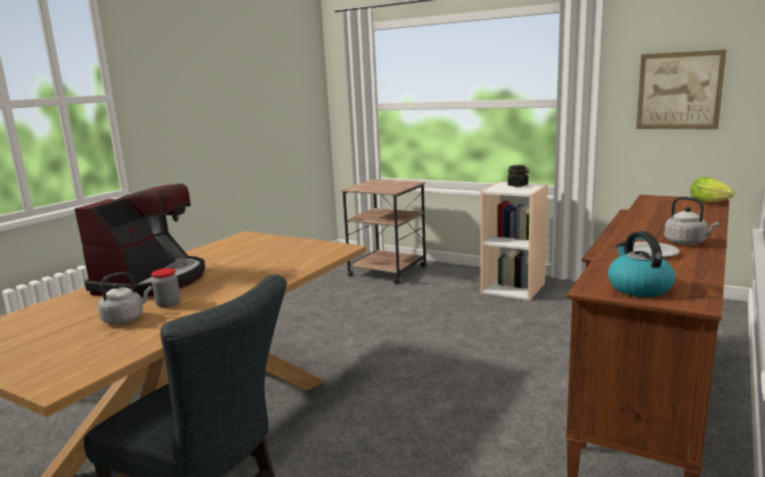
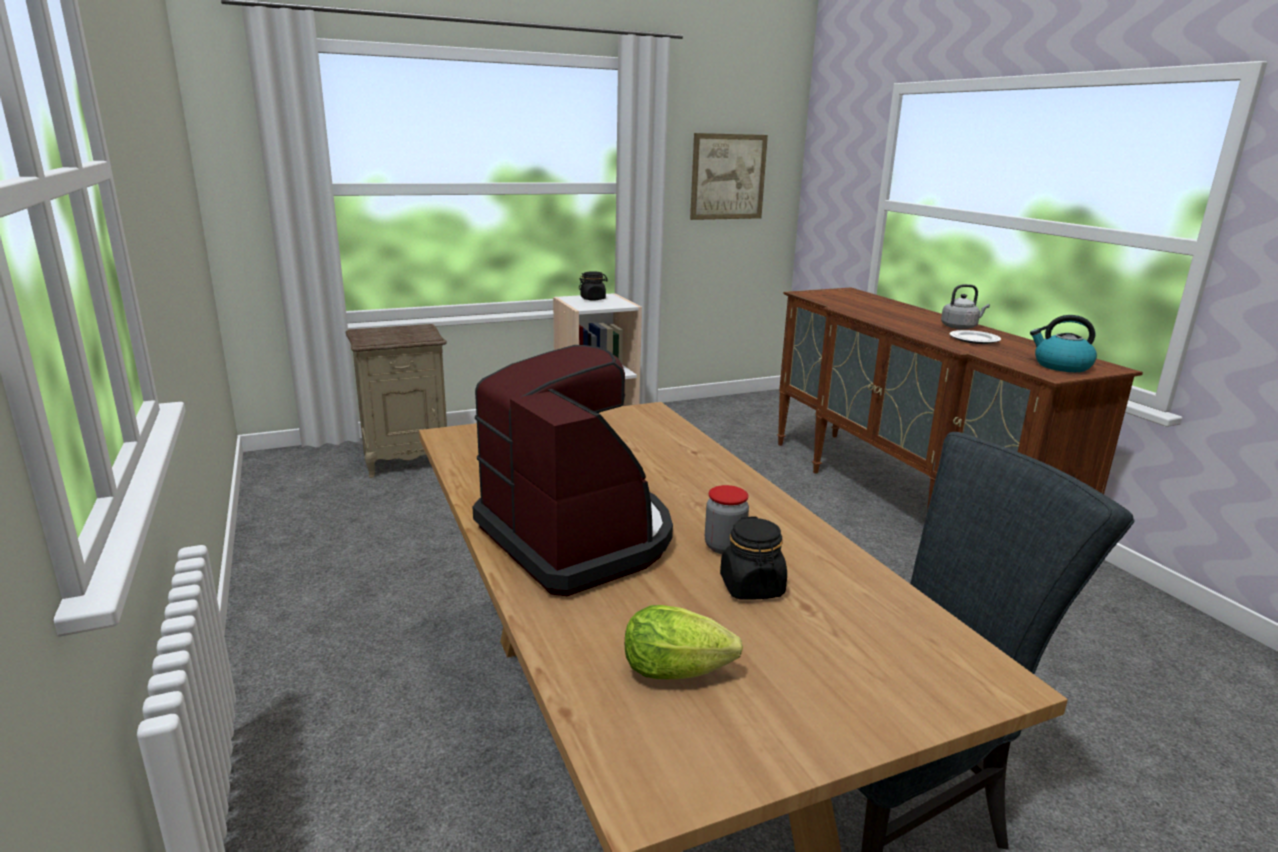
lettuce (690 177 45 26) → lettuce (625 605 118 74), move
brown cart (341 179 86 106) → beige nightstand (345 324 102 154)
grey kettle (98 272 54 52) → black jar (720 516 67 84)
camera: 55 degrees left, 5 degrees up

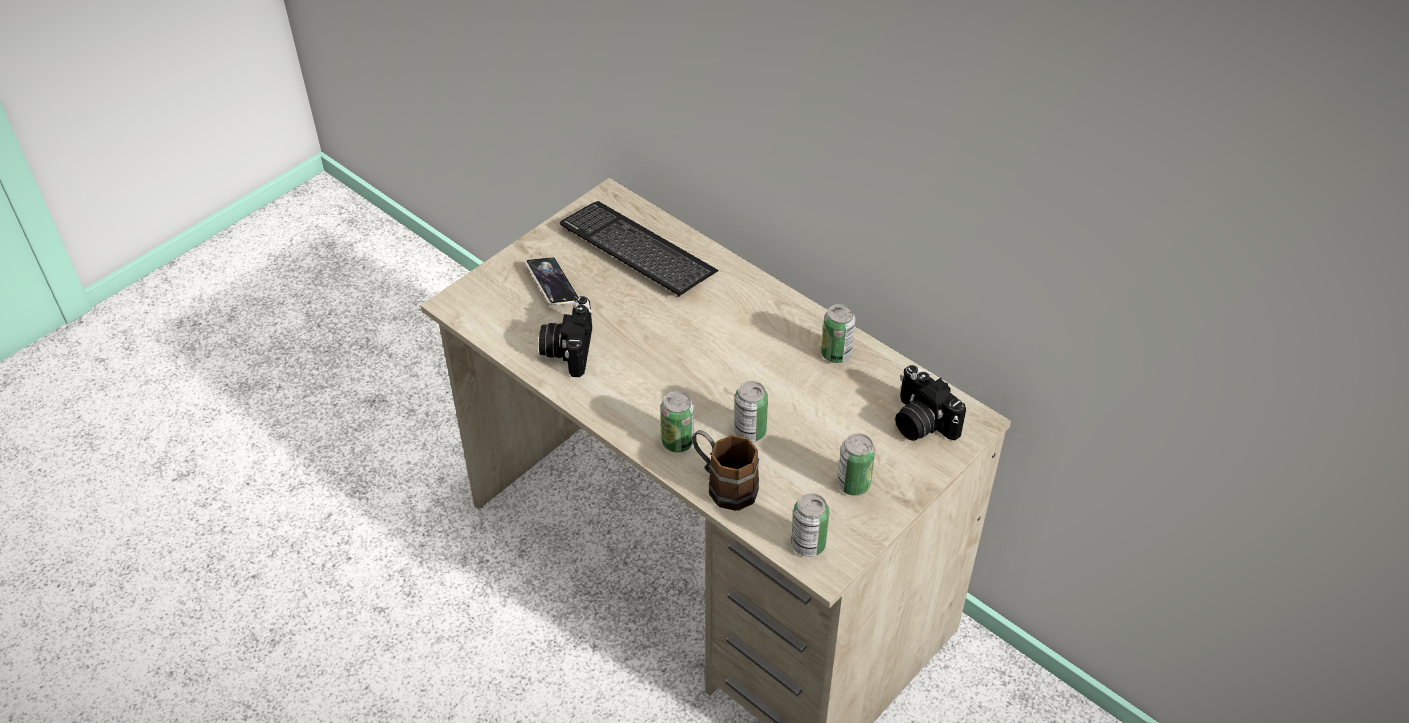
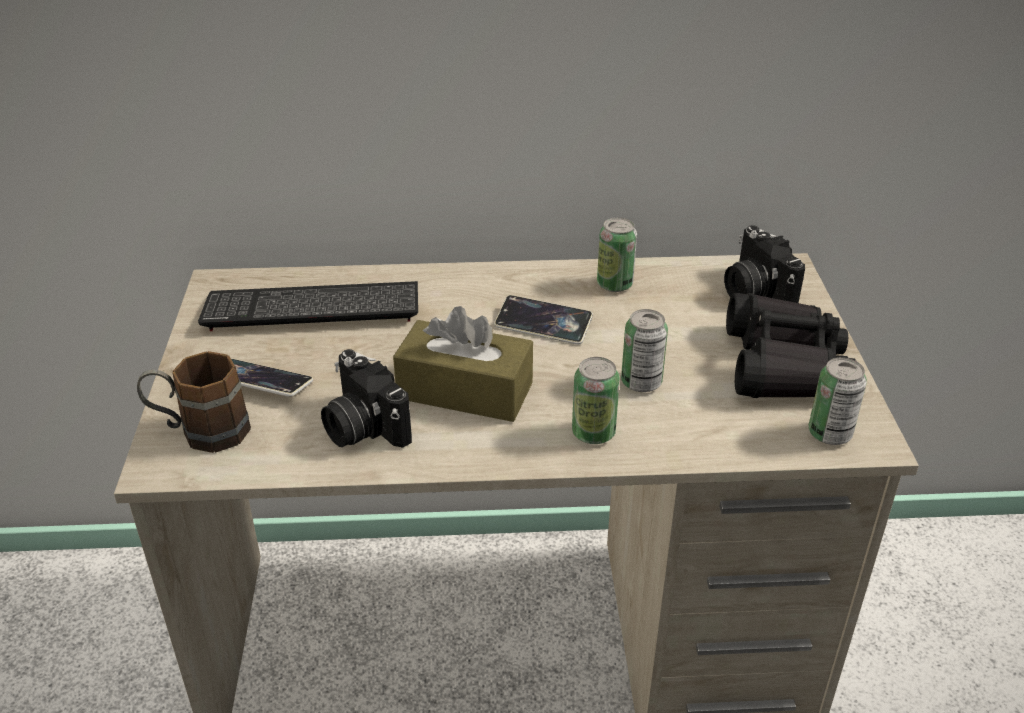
photo camera (895 365 71 76) → photo camera (724 225 81 78), 60 degrees clockwise
brown mug (693 430 66 81) → brown mug (137 351 114 102), move
can (837 433 38 63) → black binoculars (726 293 130 105)
- → phone (494 295 99 50)
- → brown tissue box (393 306 140 116)
camera: 45 degrees left, 10 degrees down

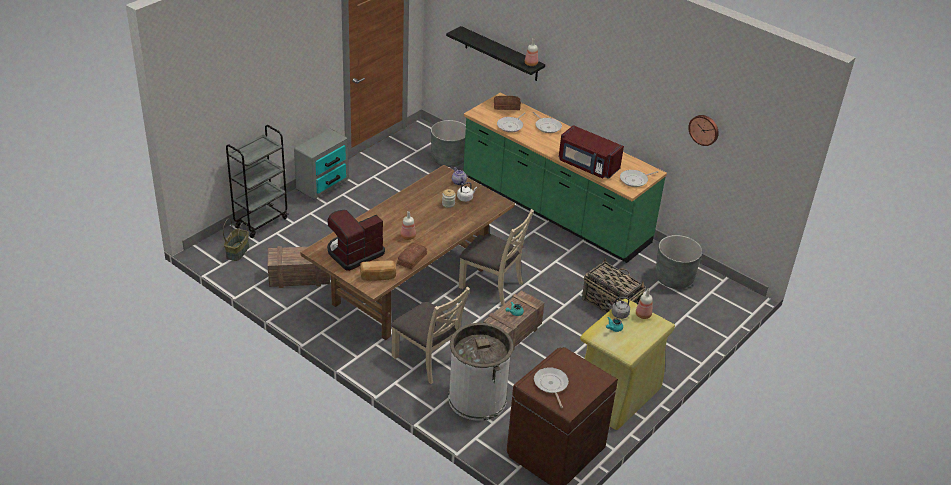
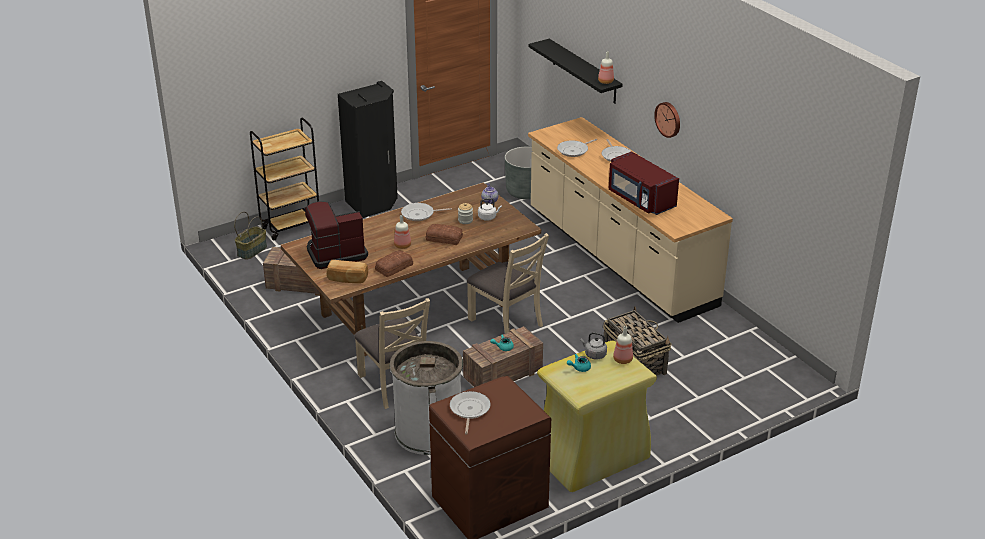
green counter (463 93 204 170) → beige counter (528 117 205 206)
bread (494 96 27 14) → bread (426 224 37 21), move
wall clock (688 115 31 31) → wall clock (654 102 26 36), move
grey cart (226 125 62 113) → brown cart (250 118 69 122)
grey nightstand (294 129 55 71) → black cabinet (338 81 60 137)
frying pan (620 170 38 17) → frying pan (401 203 51 18), move
grey planter (655 235 47 54) → -
camera: 20 degrees right, 5 degrees down

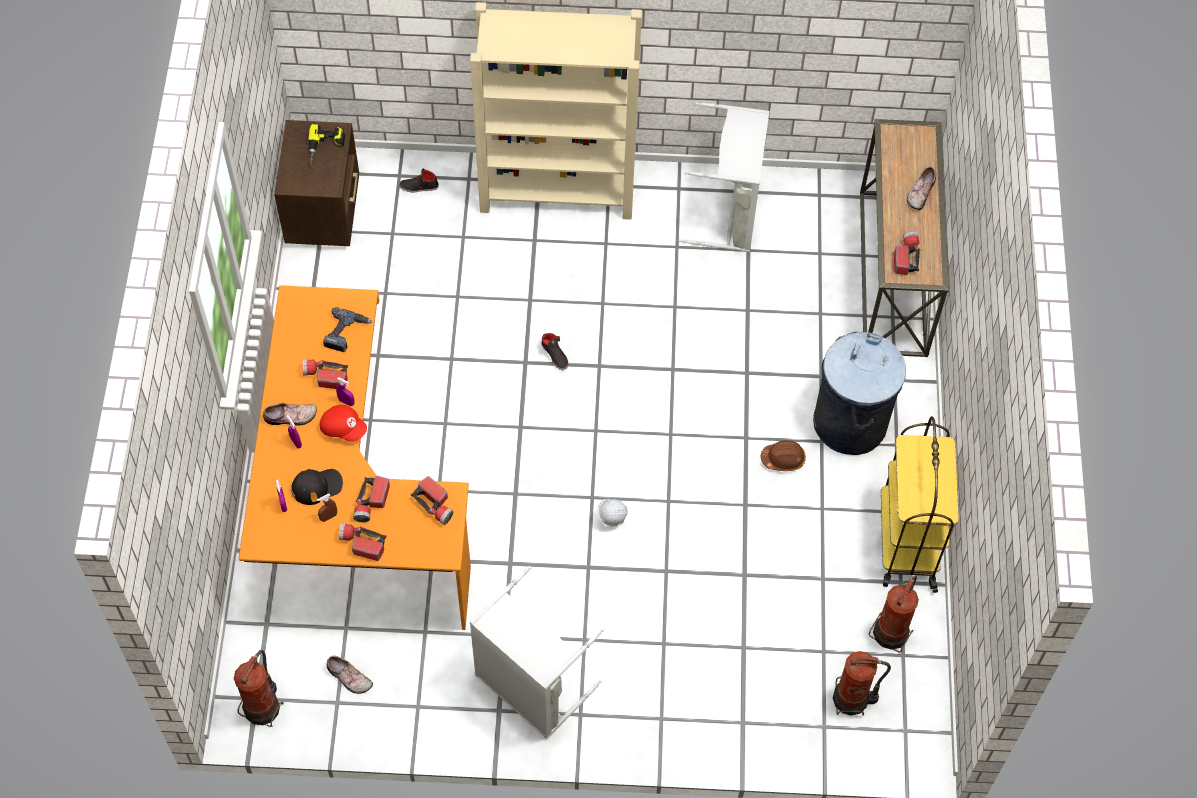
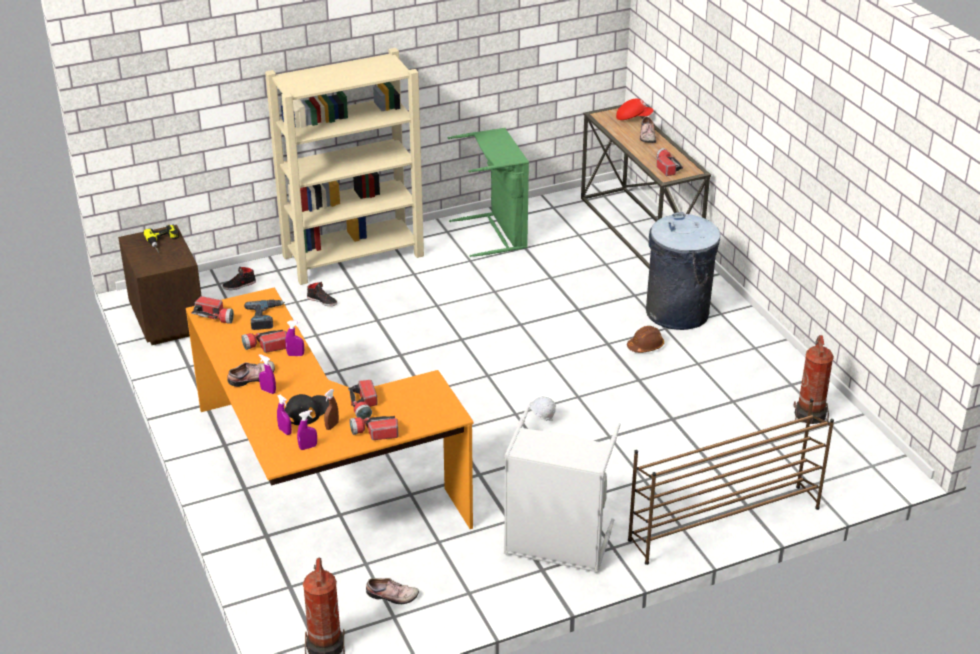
grey laundry basket (678 102 91 150) → green laundry basket (448 128 81 129)
black shoe (541 333 27 37) → black shoe (307 282 30 24), move
red cap (320 405 47 37) → red cap (616 98 38 22), move
yellow cart (881 416 78 177) → -
flashlight (411 476 42 49) → flashlight (191 296 43 28), move
fire extinguisher (833 651 58 65) → -
- → brown shoe rack (628 398 206 167)
- → purple spray bottle (297 410 20 40)
camera: 25 degrees left, 25 degrees down

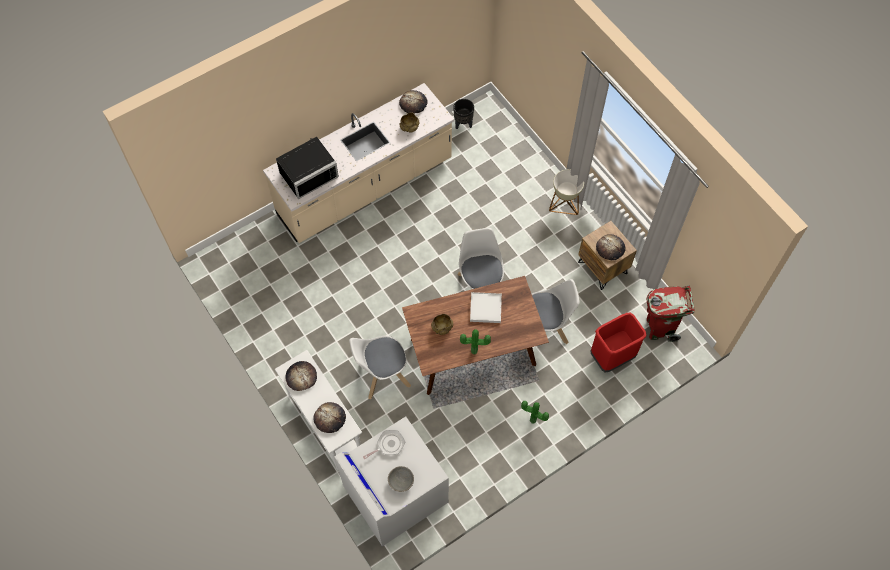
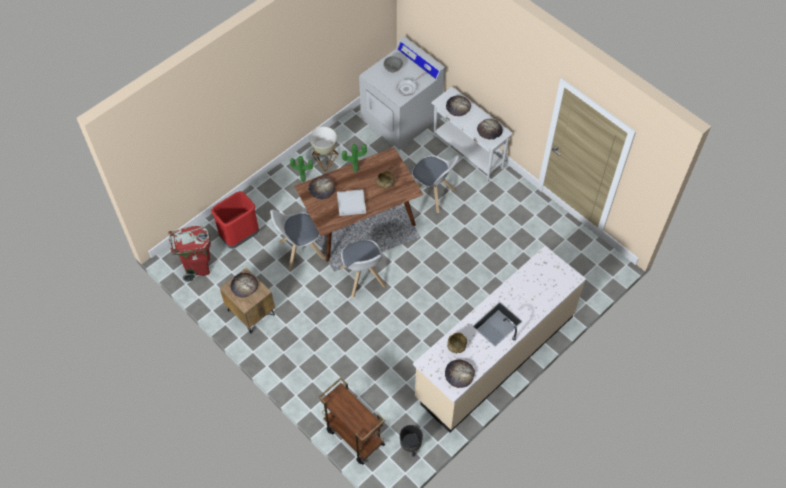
black microwave (276 137 63 62) → -
planter (549 169 35 46) → planter (310 127 28 44), move
chair (349 336 62 63) → chair (412 155 47 58), 60 degrees clockwise
- → bread (308 177 27 22)
- → brown cart (318 377 67 88)
camera: 170 degrees right, 5 degrees down

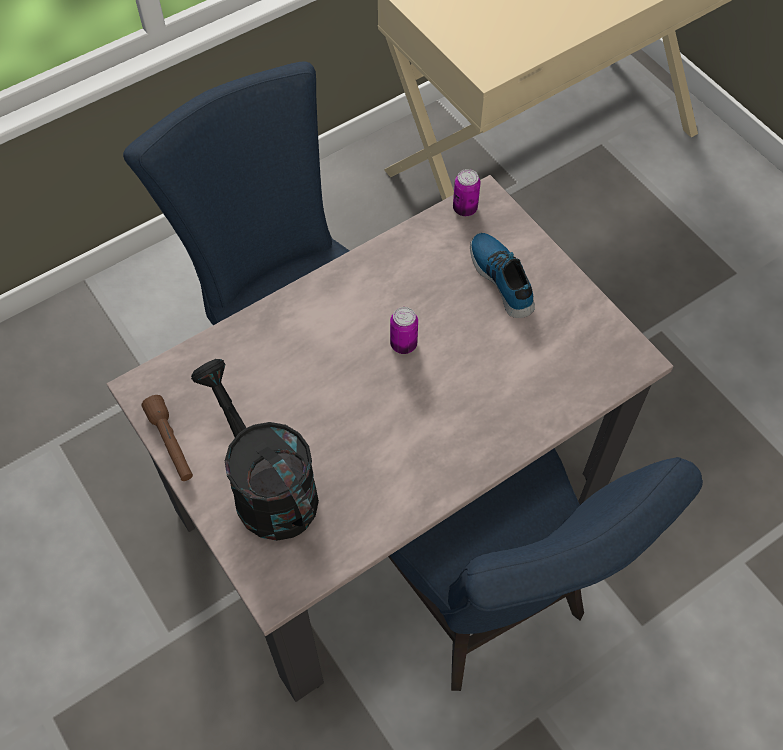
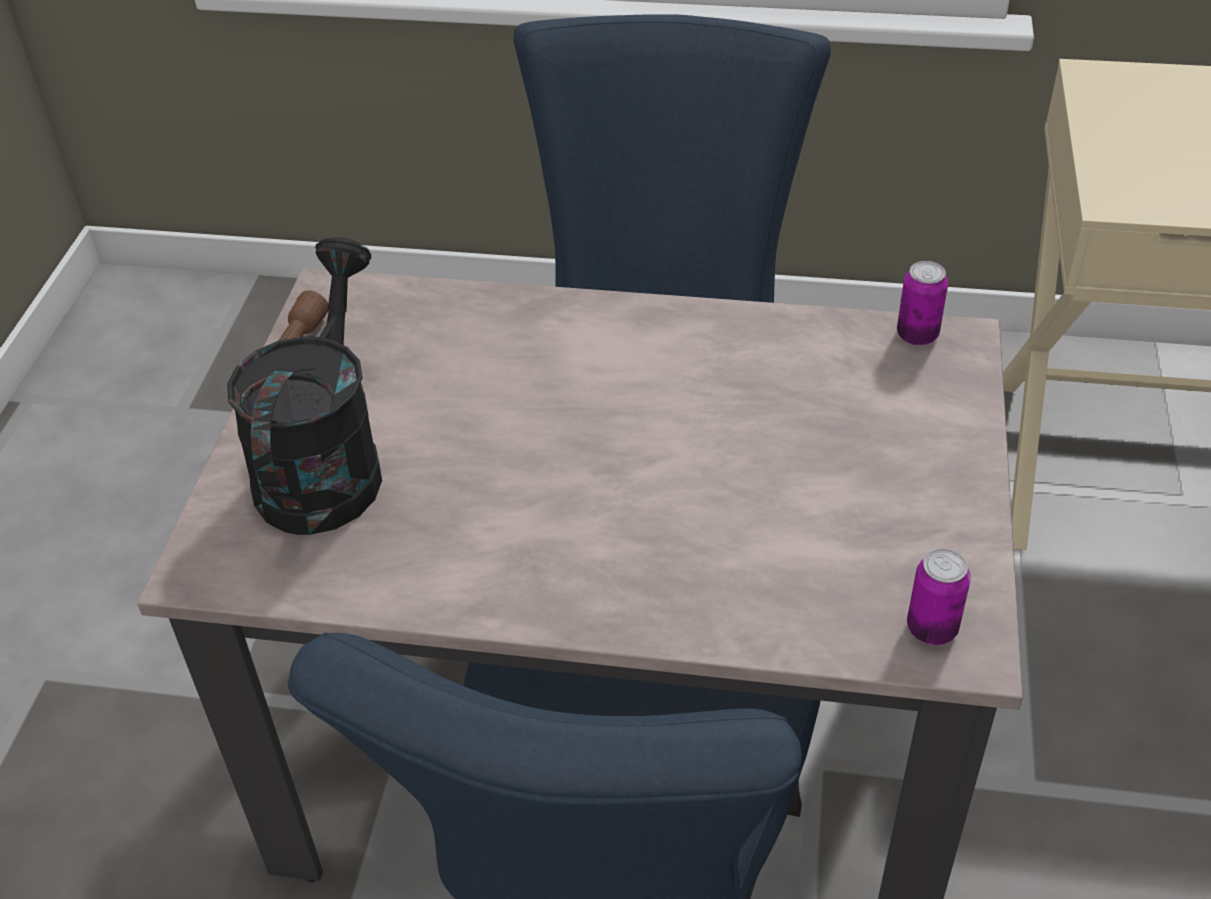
shoe (470 233 65 85) → -
can (390 307 28 47) → can (907 549 64 96), move
camera: 45 degrees right, 15 degrees down

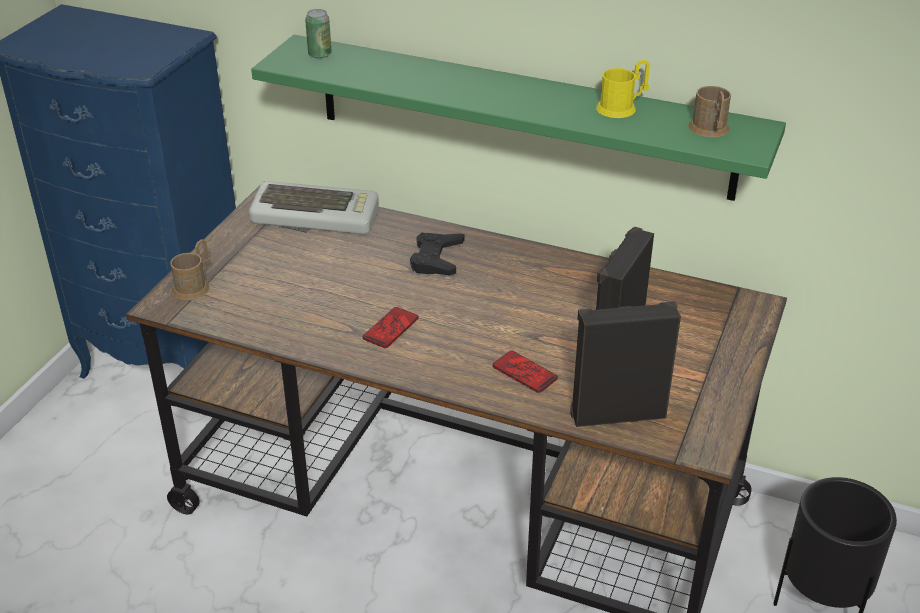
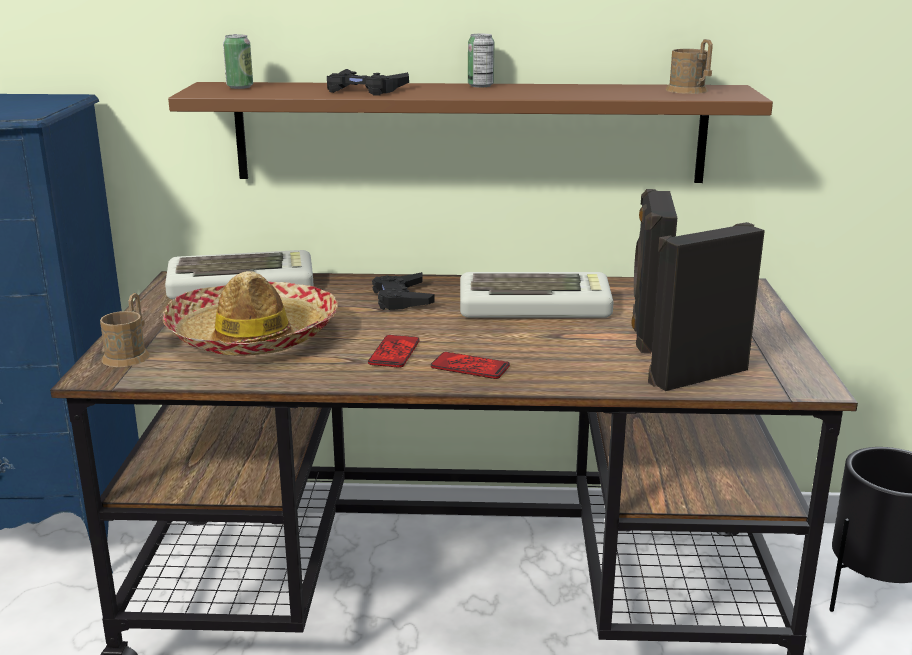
green shelf (251 35 535 166) → brown shelf (168 82 605 101)
yellow mug (596 60 54 58) → -
phone (493 351 65 42) → phone (431 352 79 27), move
- → can (468 34 26 53)
- → black game controller (327 69 82 26)
- → hat (163 271 176 85)
- → keyboard (460 272 153 46)
camera: 20 degrees left, 15 degrees down

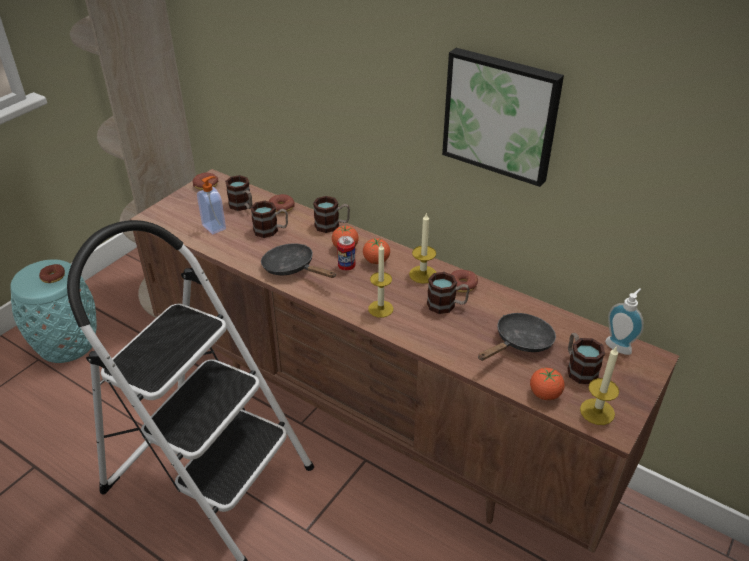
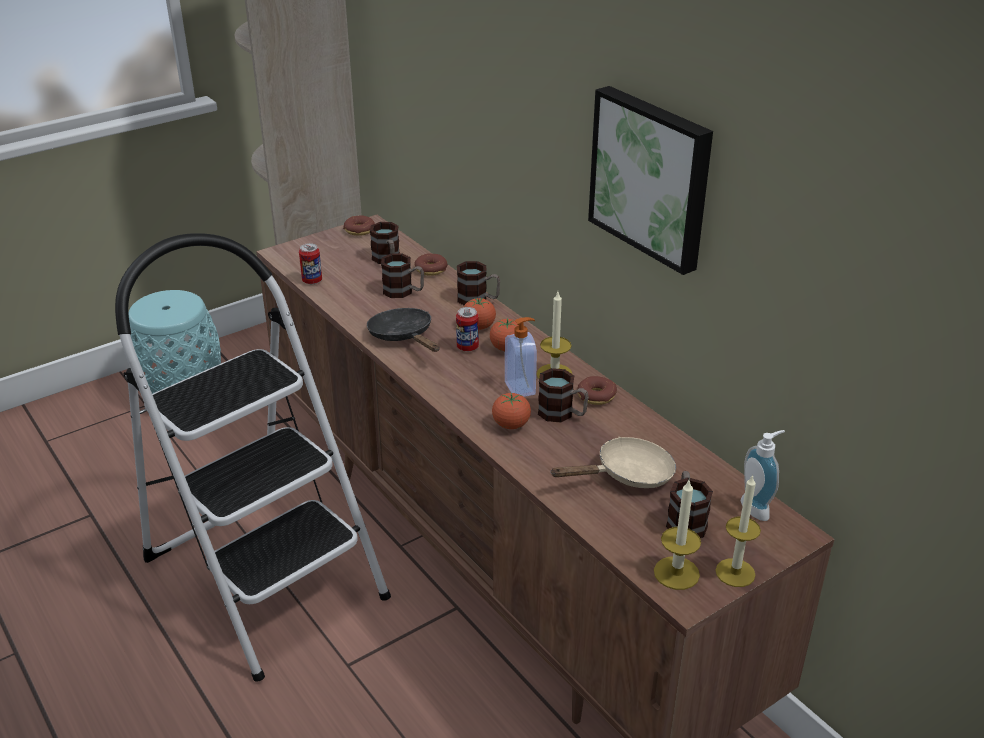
soap dispenser (197 176 29 58) → soap dispenser (505 317 32 80), move
candle (368 243 25 75) → candle (715 474 46 113), move
donut (39 264 26 19) → -
black frying pan (478 313 78 48) → beige frying pan (550 437 126 51)
tomato (530 368 35 32) → tomato (492 393 39 36), move
- → can (299 243 23 41)
camera: 20 degrees right, 5 degrees down

